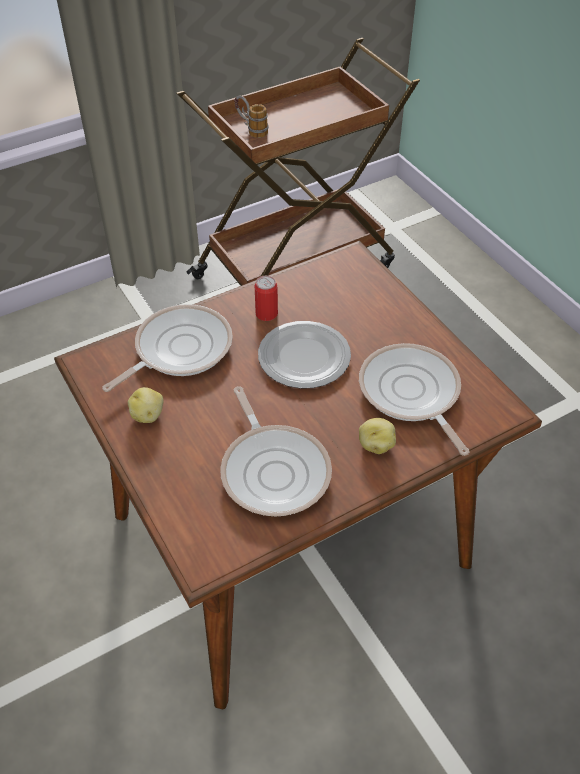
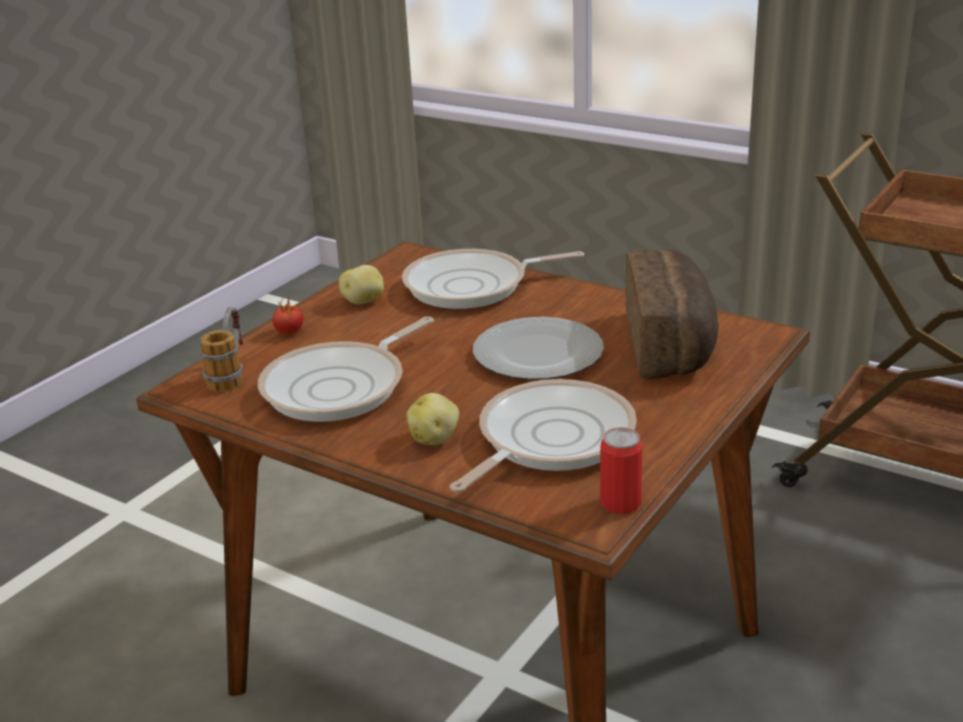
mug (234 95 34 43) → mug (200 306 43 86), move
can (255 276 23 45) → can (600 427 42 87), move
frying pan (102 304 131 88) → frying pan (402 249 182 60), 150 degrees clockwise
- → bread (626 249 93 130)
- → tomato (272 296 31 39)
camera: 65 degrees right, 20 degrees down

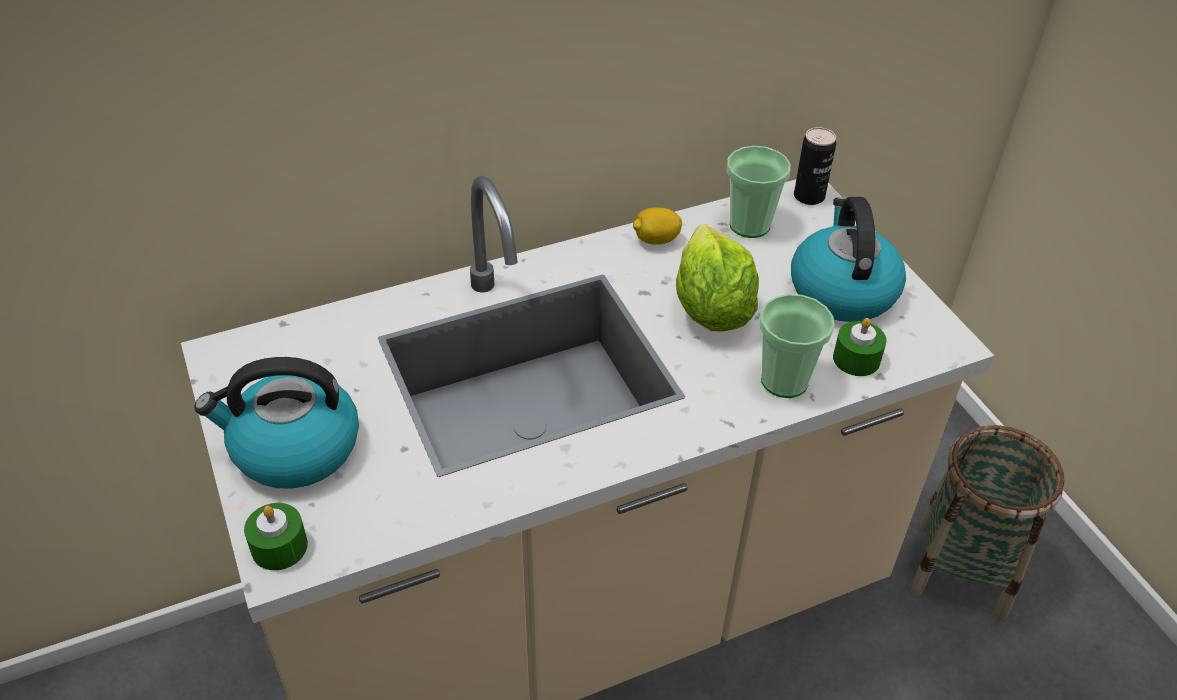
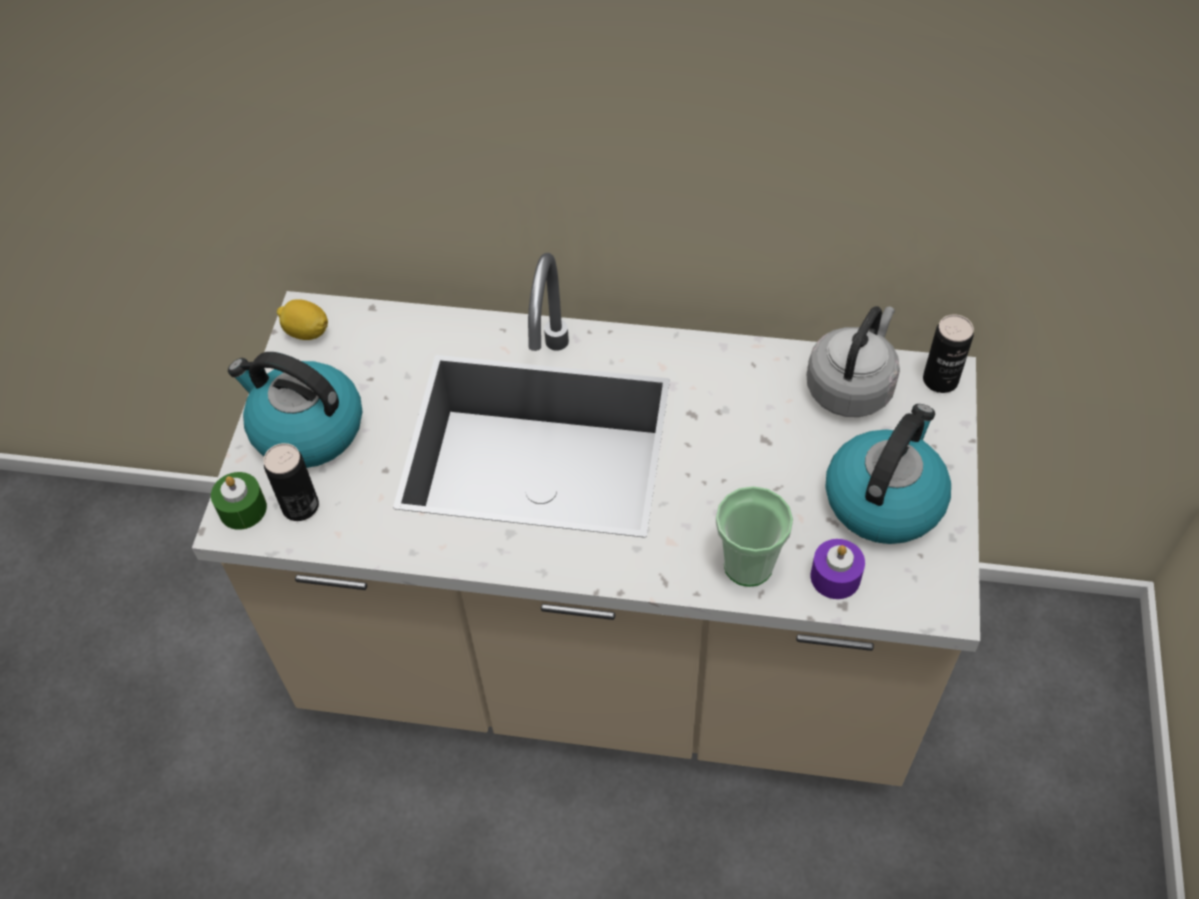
cup (727 146 64 92) → grey kettle (807 306 93 111)
lemon (633 207 49 38) → lemon (277 299 51 41), move
lettuce (676 225 83 107) → -
green candle (833 318 54 58) → purple candle (811 539 54 60)
basket (909 425 156 196) → -
- → can (263 443 56 78)
camera: 35 degrees right, 10 degrees up

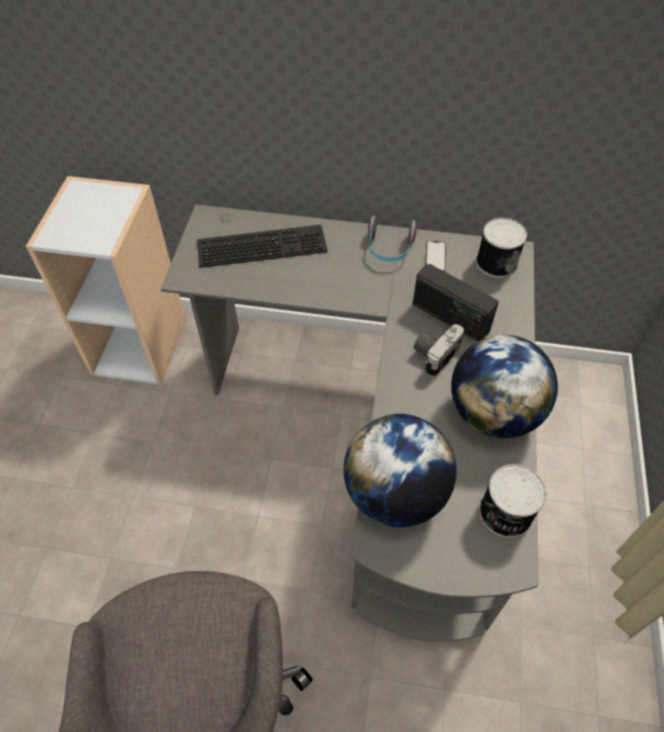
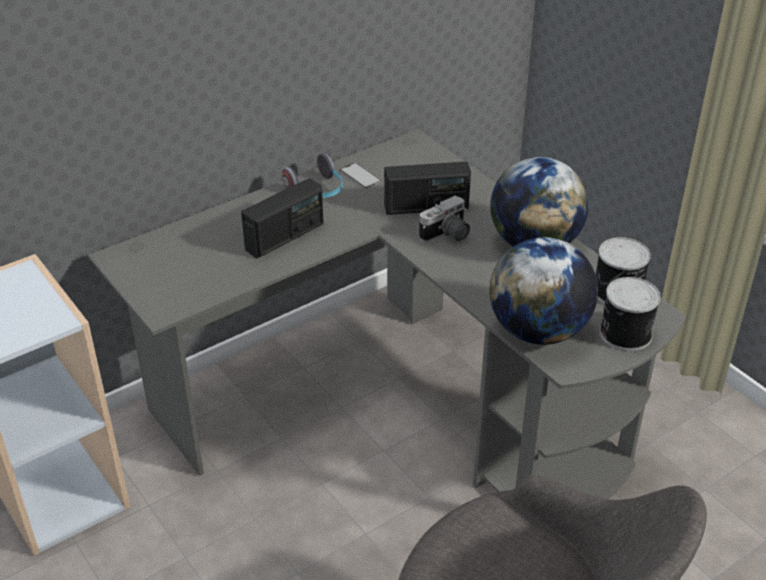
can (476 218 51 60) → can (600 277 61 74), move
keyboard (197 225 131 43) → -
photo camera (413 324 51 53) → photo camera (419 195 51 47), 120 degrees counterclockwise
- → radio (241 178 83 81)
camera: 45 degrees left, 15 degrees down

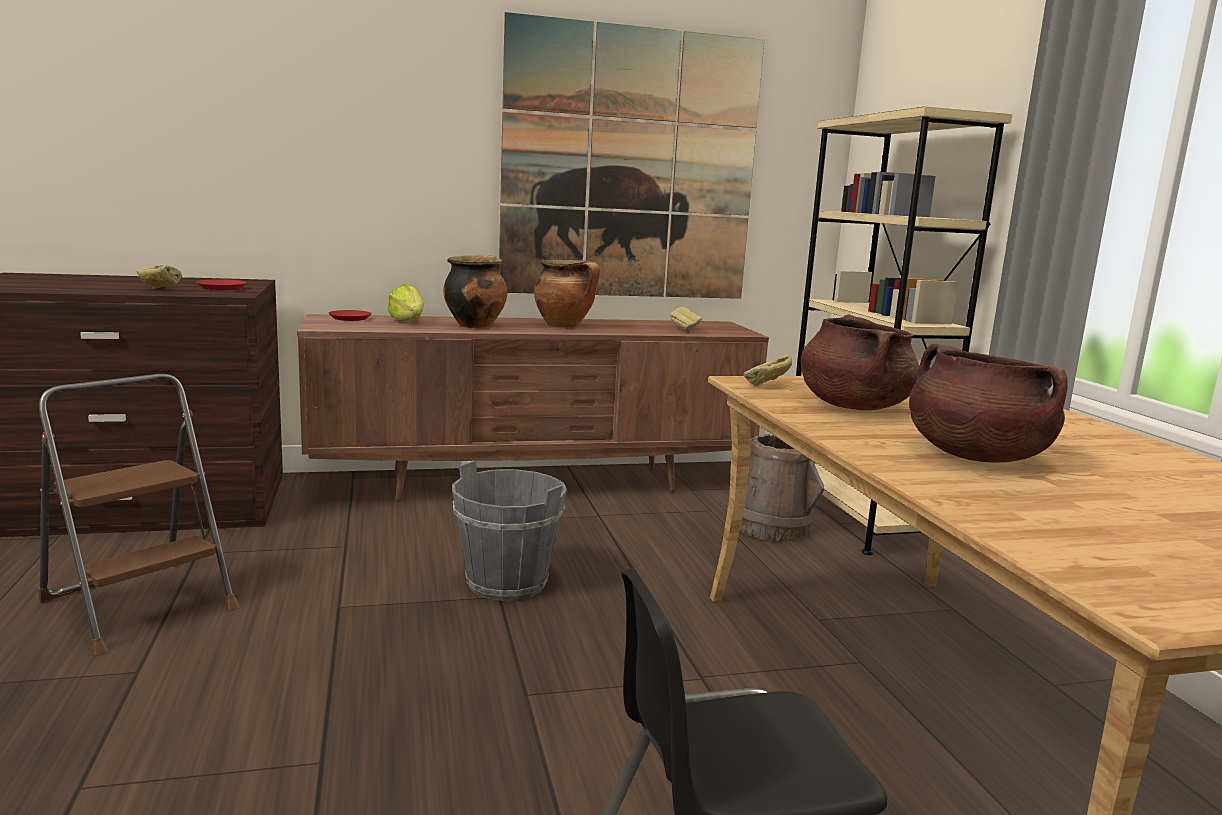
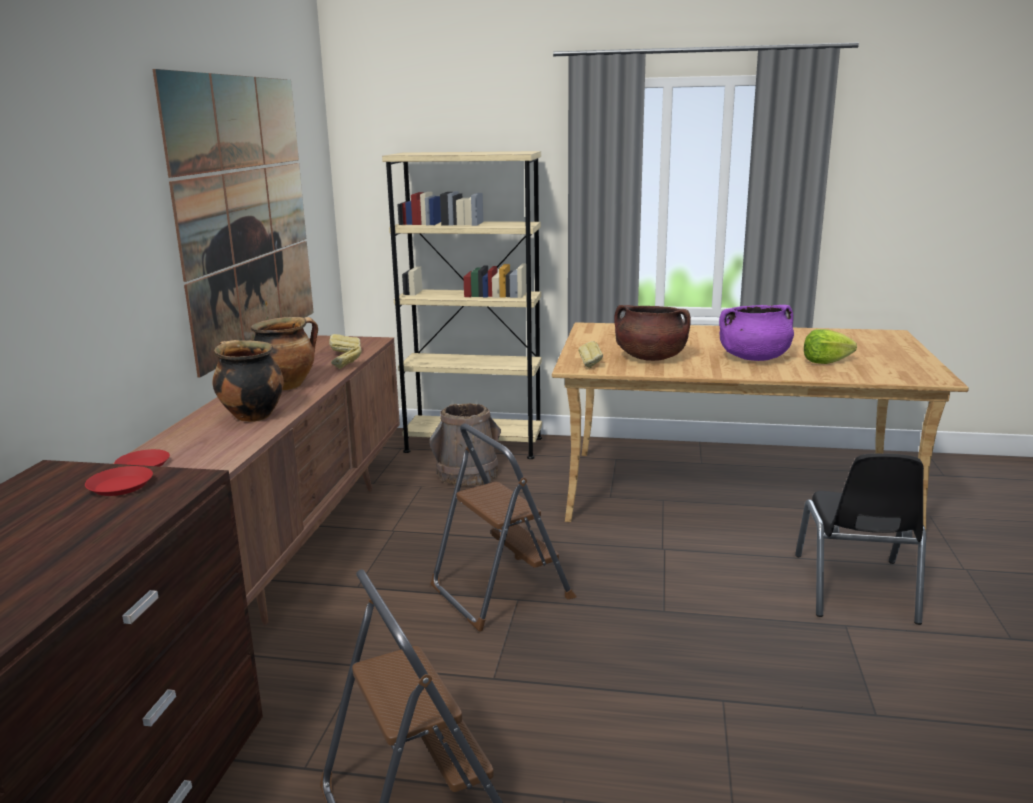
bread (136 264 46 25) → bread (331 346 31 23), move
lettuce (388 284 36 38) → lettuce (804 329 53 35), move
brown cooking pot (909 343 159 120) → purple cooking pot (719 305 75 56)
grey bucket (452 461 115 140) → brown step ladder (431 424 146 208)
camera: 65 degrees left, 5 degrees up

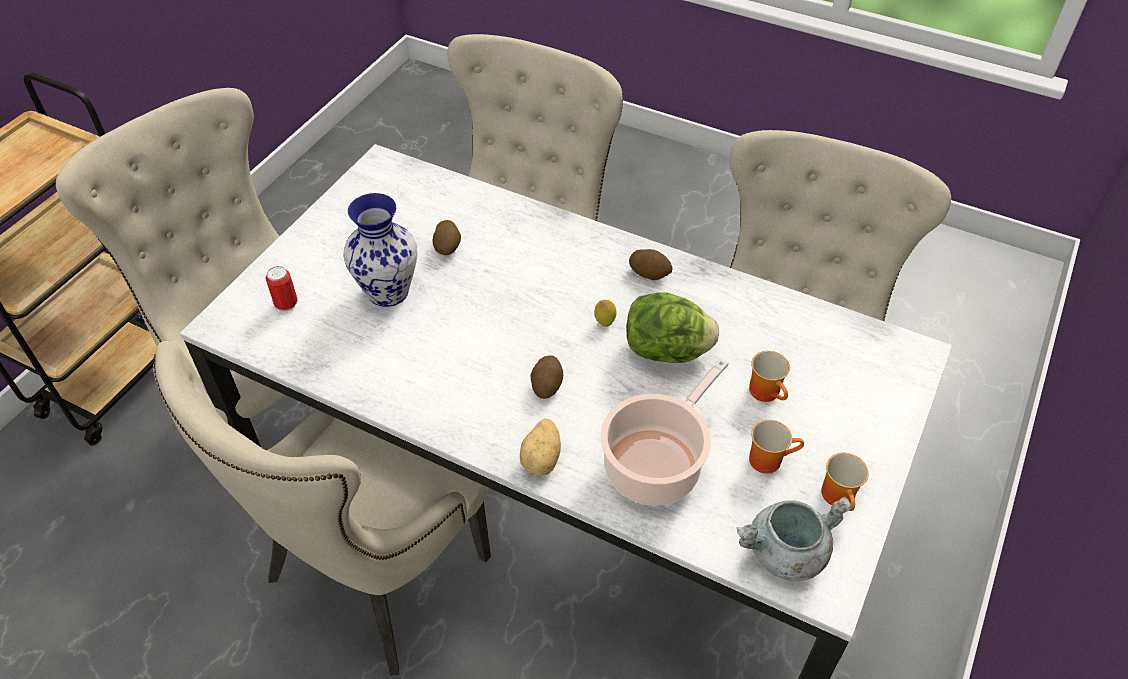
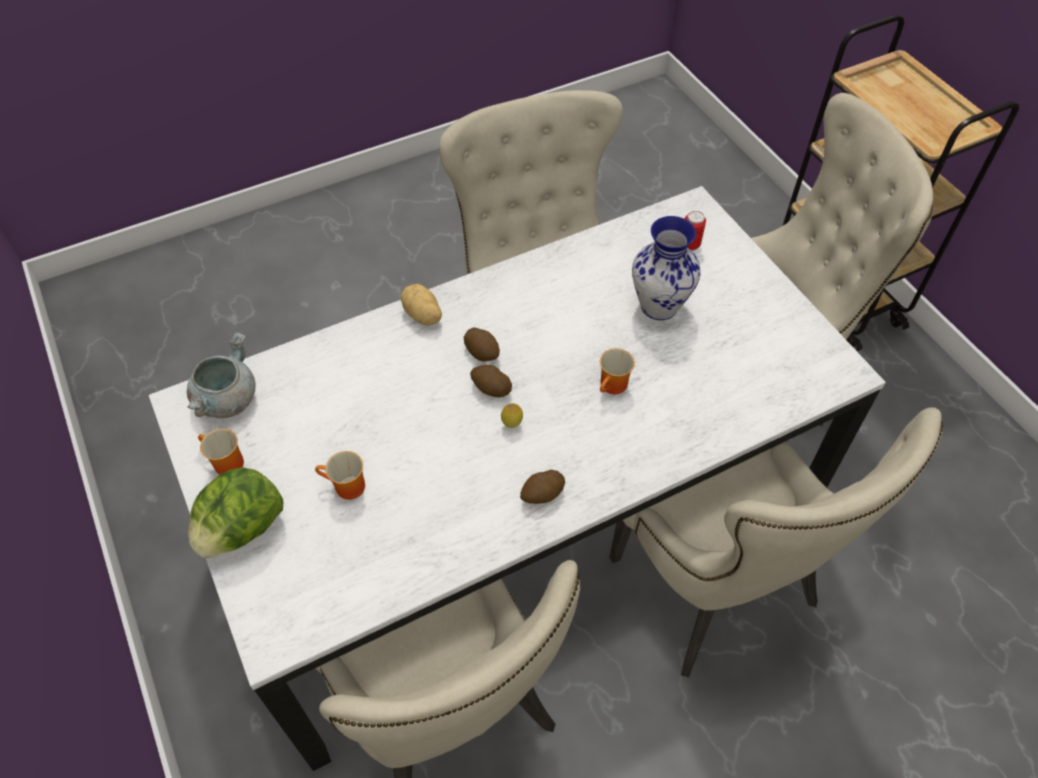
potato (433 220 28 35) → potato (470 365 42 32), move
lettuce (626 292 93 71) → lettuce (188 467 95 91), move
cooking pot (600 358 129 148) → -
mug (749 420 55 54) → mug (600 348 35 47), move
camera: 125 degrees right, 5 degrees up

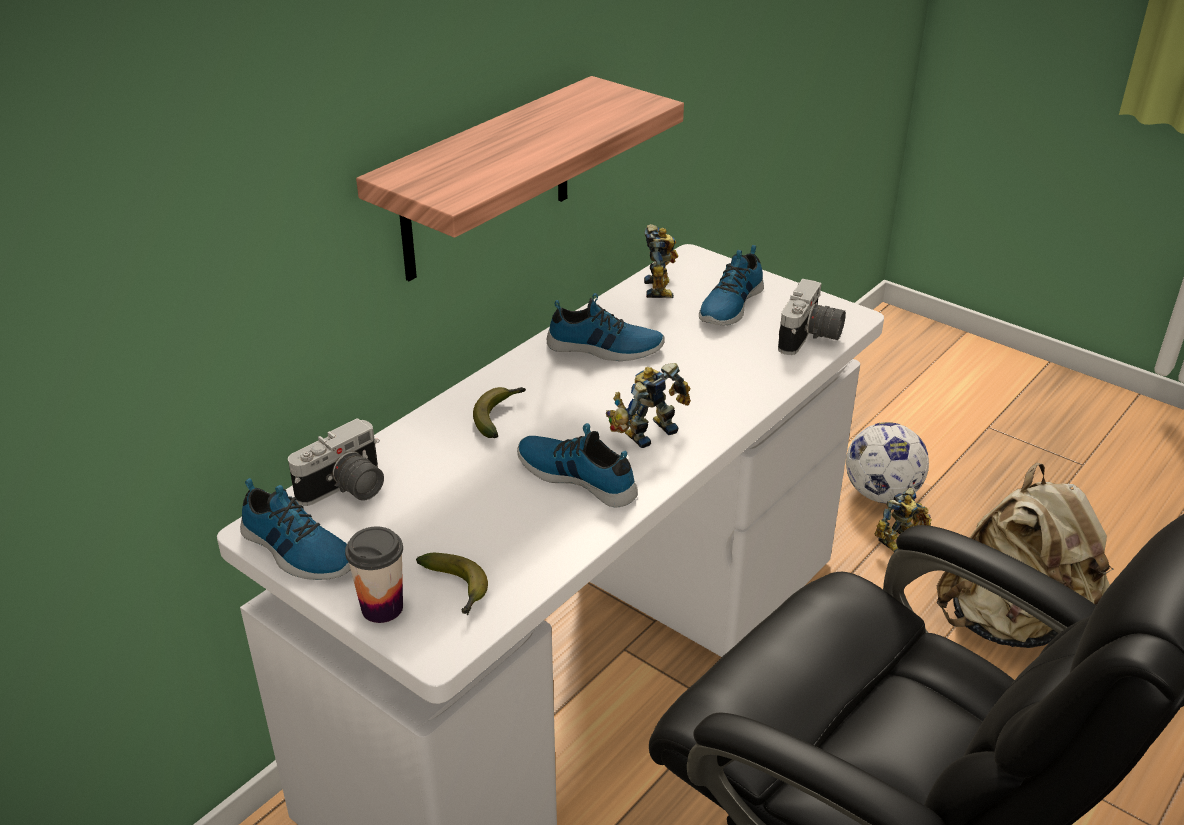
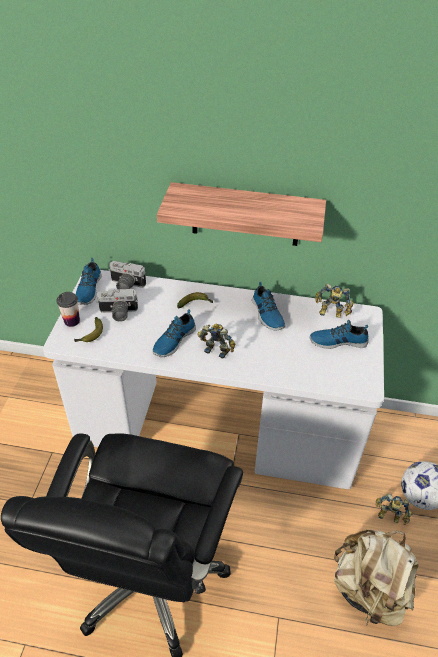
toy robot (644 224 34 74) → toy robot (315 283 39 35), 45 degrees clockwise
photo camera (778 279 68 76) → photo camera (97 289 41 33), move
shoe (517 423 121 85) → shoe (152 309 44 48), 150 degrees counterclockwise
camera: 60 degrees right, 10 degrees up

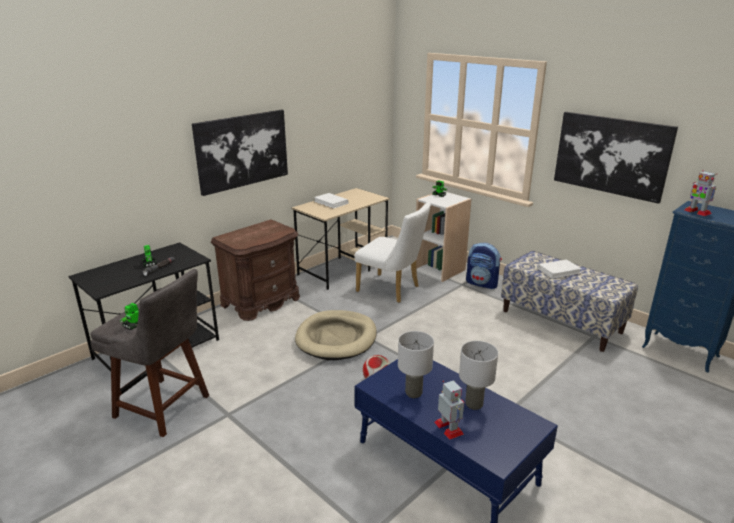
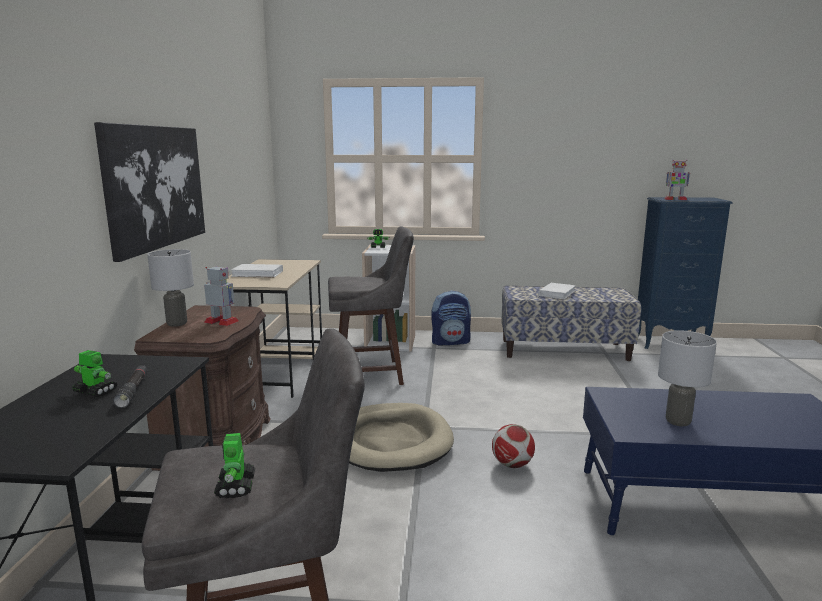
picture (554 112 124 92) → -
white chair (355 202 76 101) → grey stool (328 226 86 159)
white table lamp (459 341 39 69) → white table lamp (147 249 47 77), move
toy robot (434 380 30 60) → toy robot (204 267 35 59), move
camera: 40 degrees left, 10 degrees down

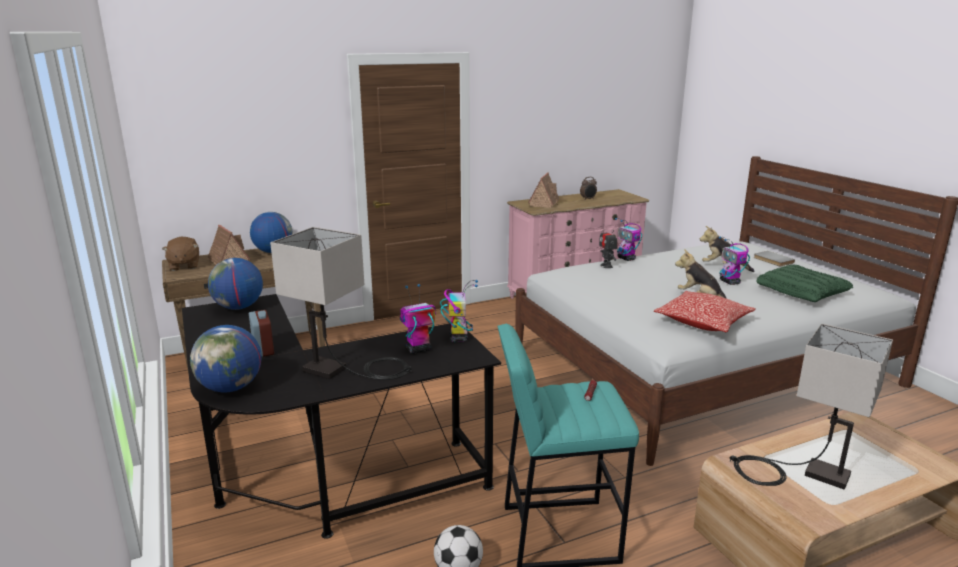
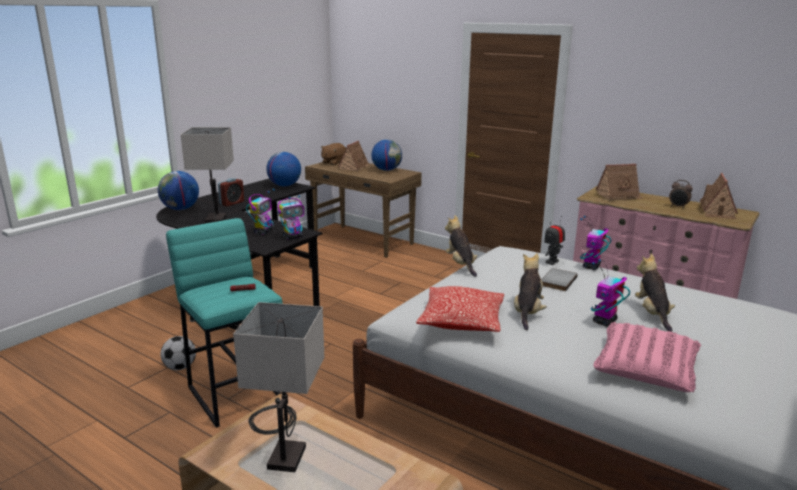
grey book (754 251 41 15) → grey book (542 268 36 23), move
green pillow (756 264 97 38) → pink pillow (593 322 108 70)
toy robot (400 284 36 70) → toy robot (246 189 29 46), 75 degrees clockwise
- → toy house (699 173 39 46)
- → plush toy (445 215 32 62)
camera: 60 degrees right, 0 degrees up

